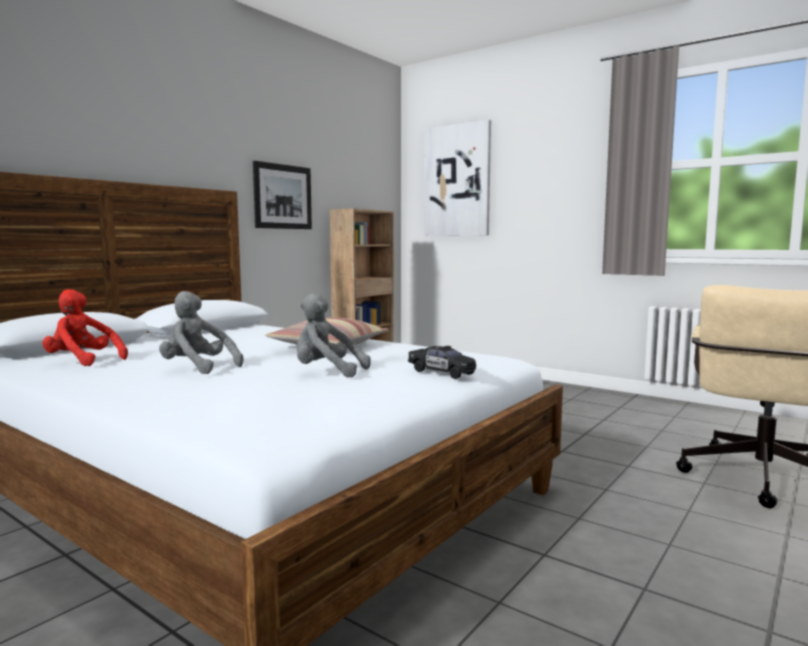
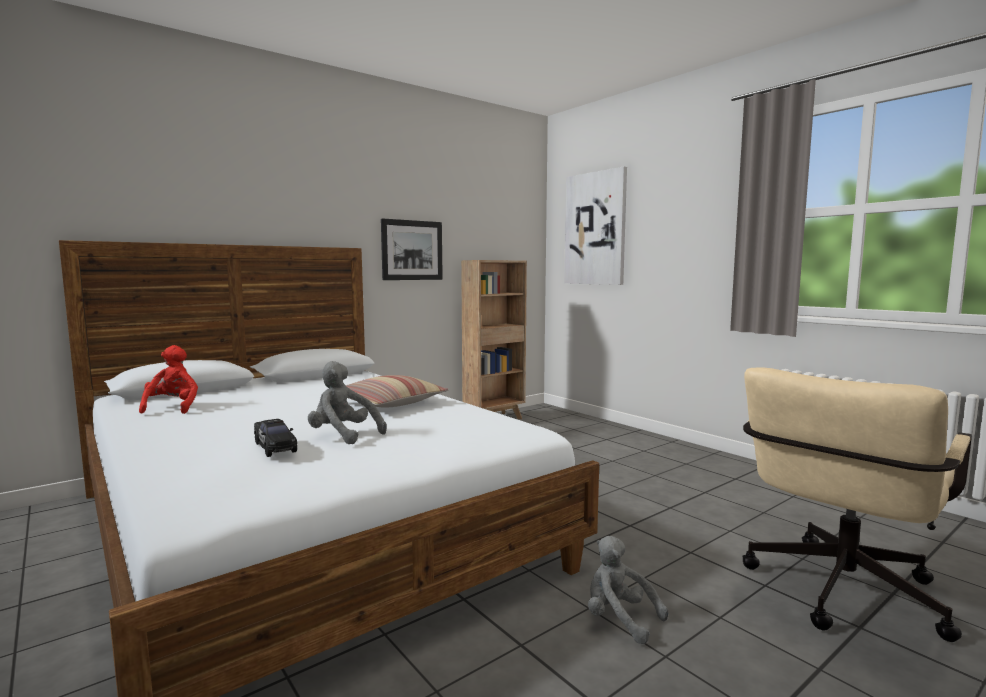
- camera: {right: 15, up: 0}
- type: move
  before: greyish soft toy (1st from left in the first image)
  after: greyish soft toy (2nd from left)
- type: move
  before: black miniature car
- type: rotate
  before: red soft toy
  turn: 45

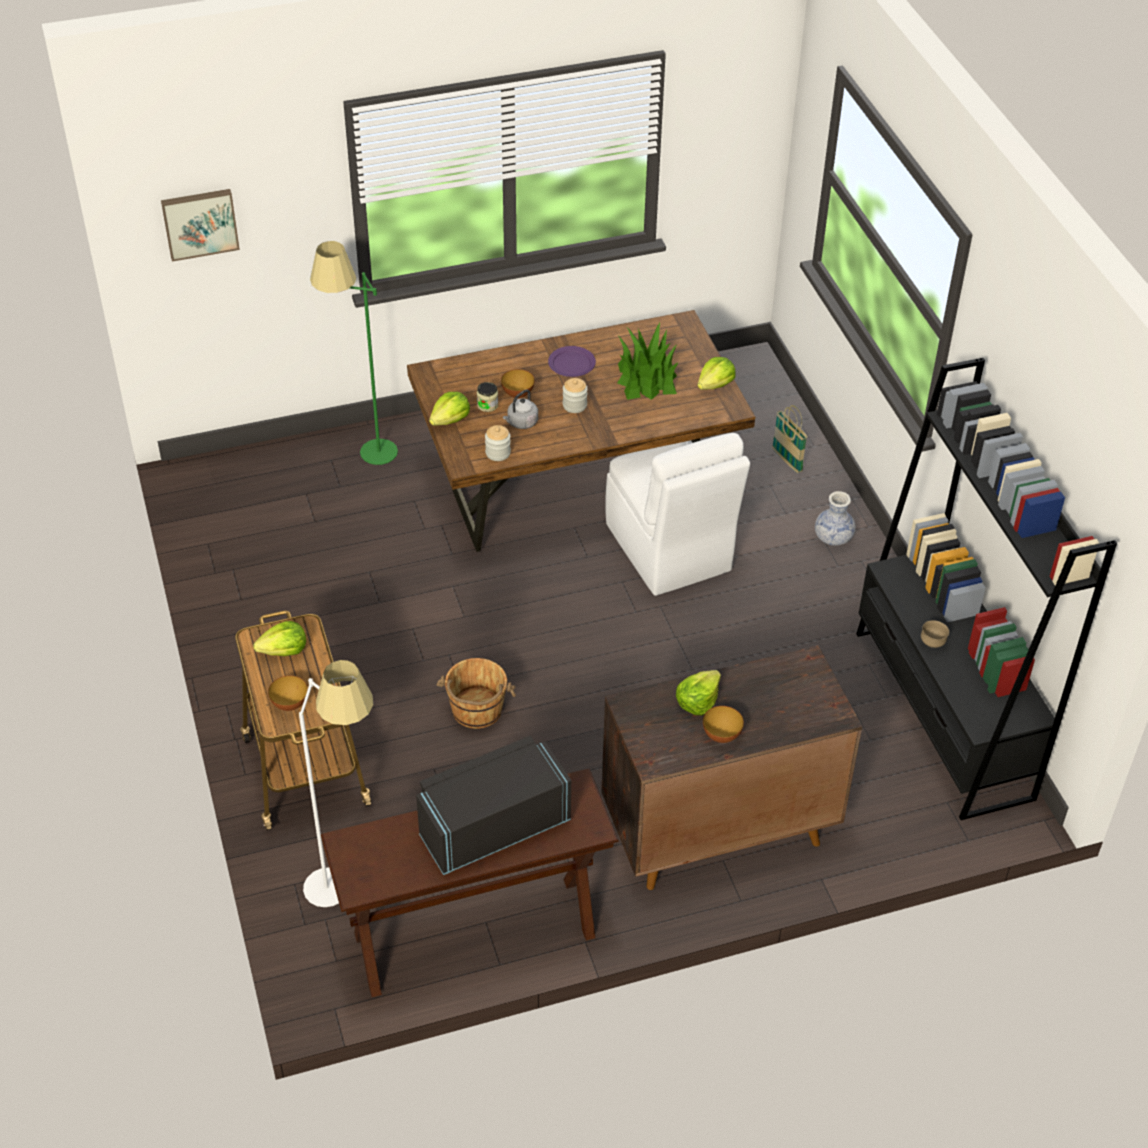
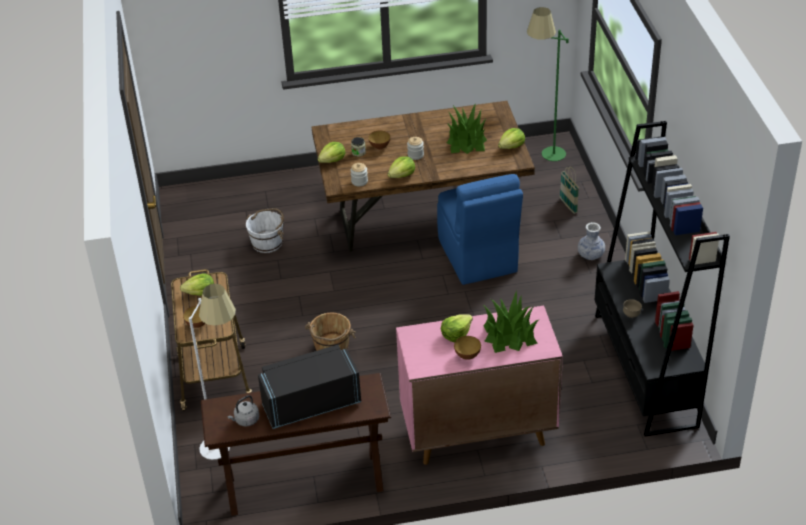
- camera: {right: 10, up: -5}
- type: delete
  before: wall picture
- type: delete
  before: purple plate
- type: insert
  after: white bucket
- type: insert
  after: lettuce head (3rd from left)
- type: insert
  after: plant in a pot (2nd from left)
- type: move
  before: green standard lamp
- type: move
  before: greyish water kettle
- type: recolor
  before: brown-coloured cupboard
  after: pinkish cupboard
- type: recolor
  before: white plain chair
  after: blue-coloured plain chair

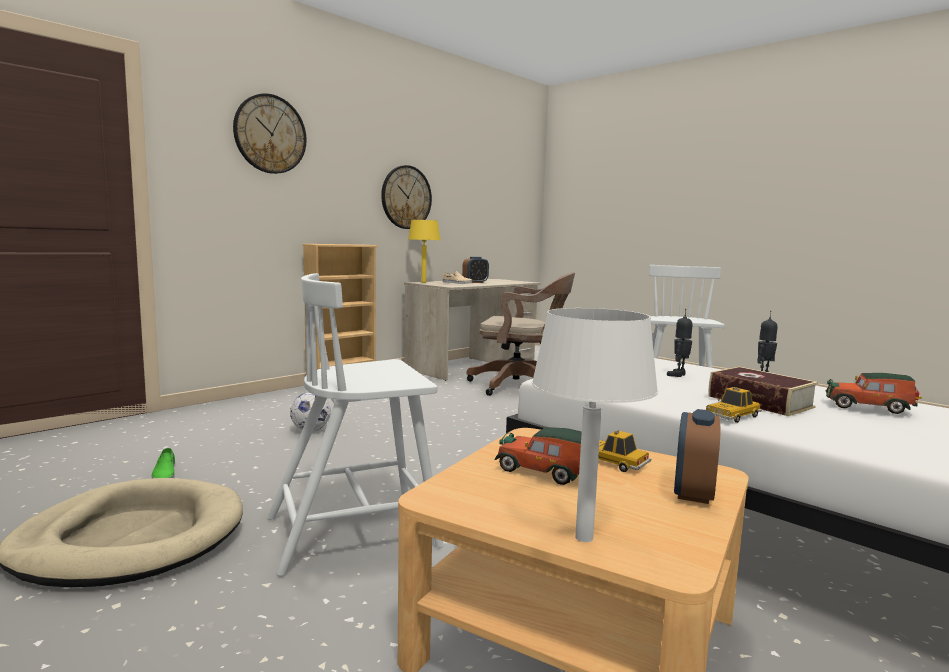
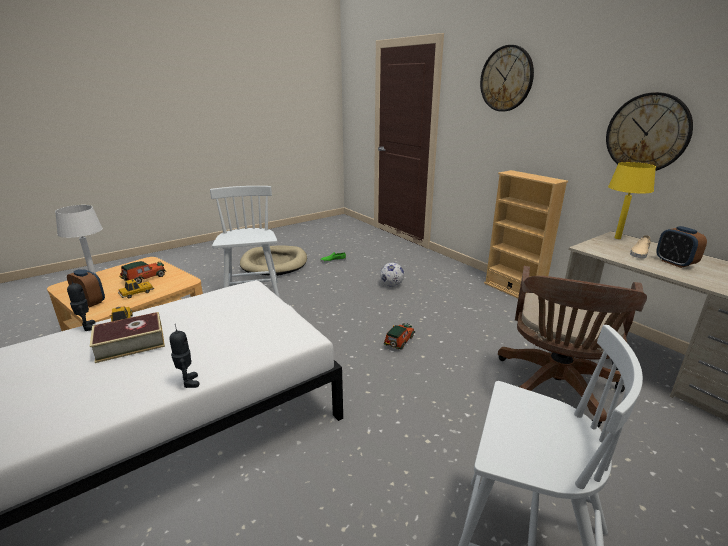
- camera: {right: 100, up: 15}
- type: move
  before: model robot (1st from left)
- type: move
  before: miniature car (4th from left)

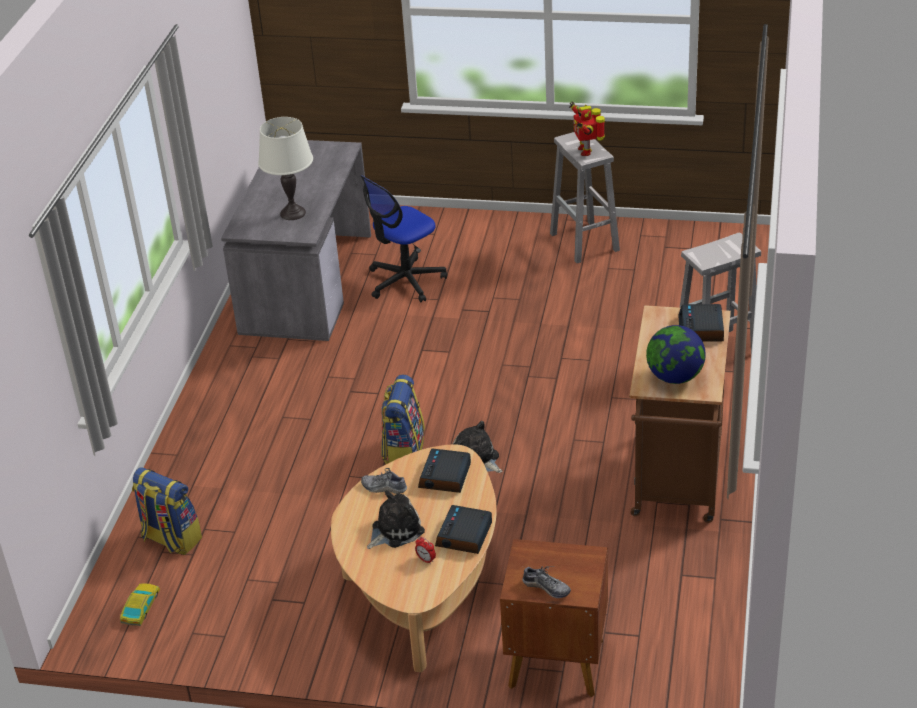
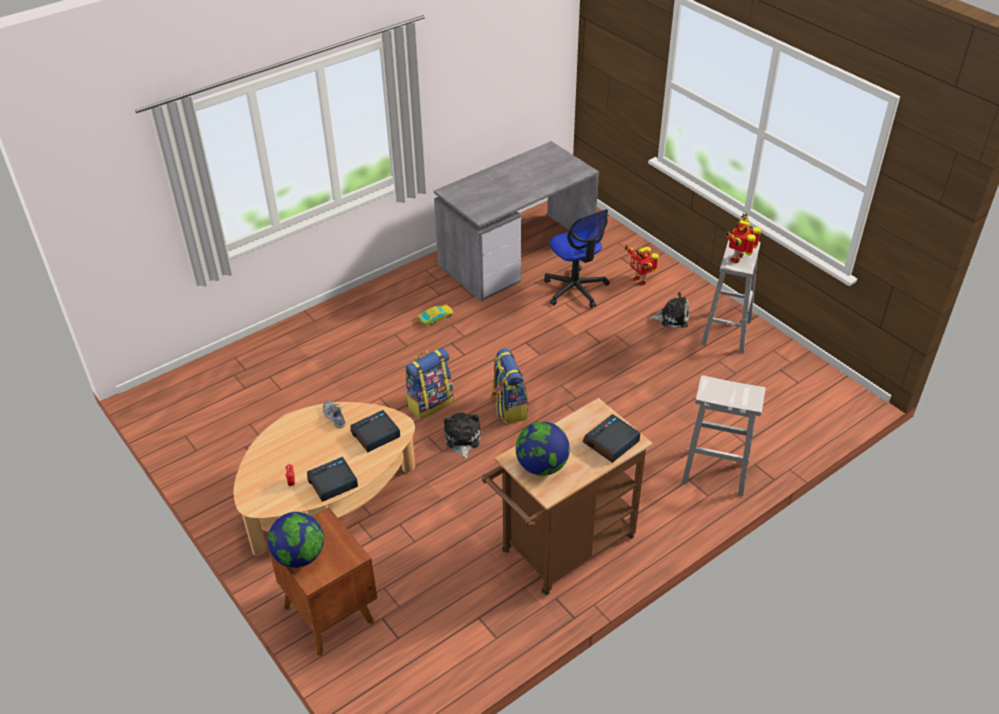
- camera: {right: 40, up: 5}
- type: delete
  before: white lamp for a table
- type: insert
  after: model robot (1st from left)
- type: move
  before: miniature car
- type: move
  before: knapsack (1st from left in the first image)
  after: knapsack (2nd from left)
- type: move
  before: soft toy (1st from left in the first image)
  after: soft toy (2nd from left)
- type: replace
  before: low shoe (2nd from left)
  after: desk globe (1st from left)
- type: rotate
  before: computer chair
  turn: -120

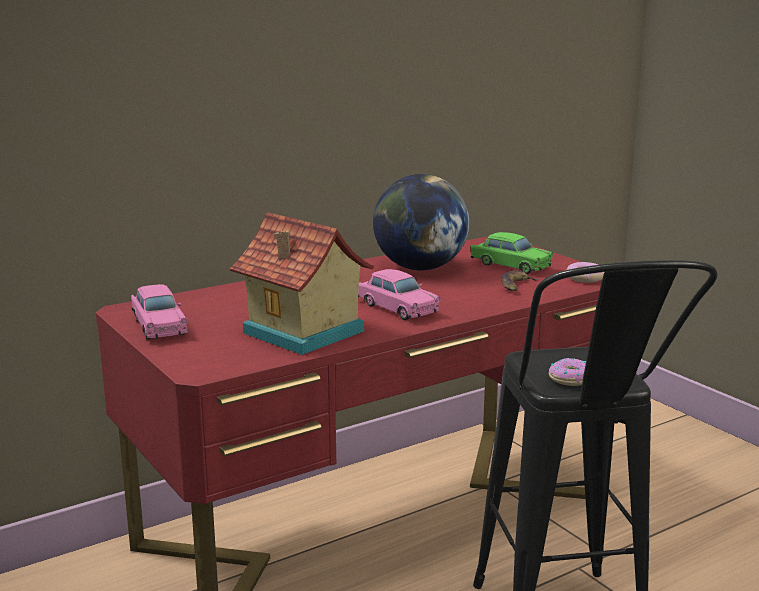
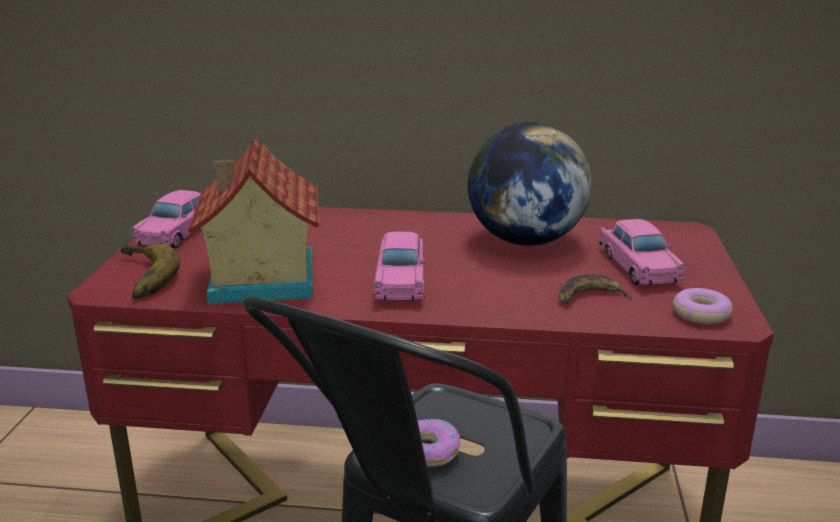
- camera: {right: 40, up: 5}
- type: insert
  after: whole banana (1st from left)
- type: recolor
  before: green miniature car
  after: pinkish miniature car (3rd from left)

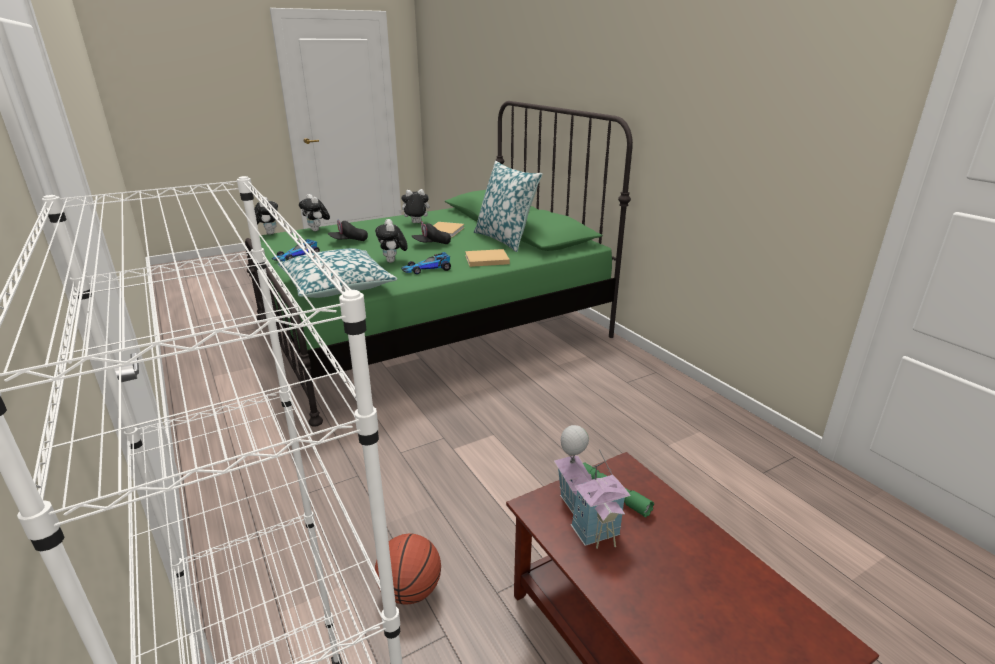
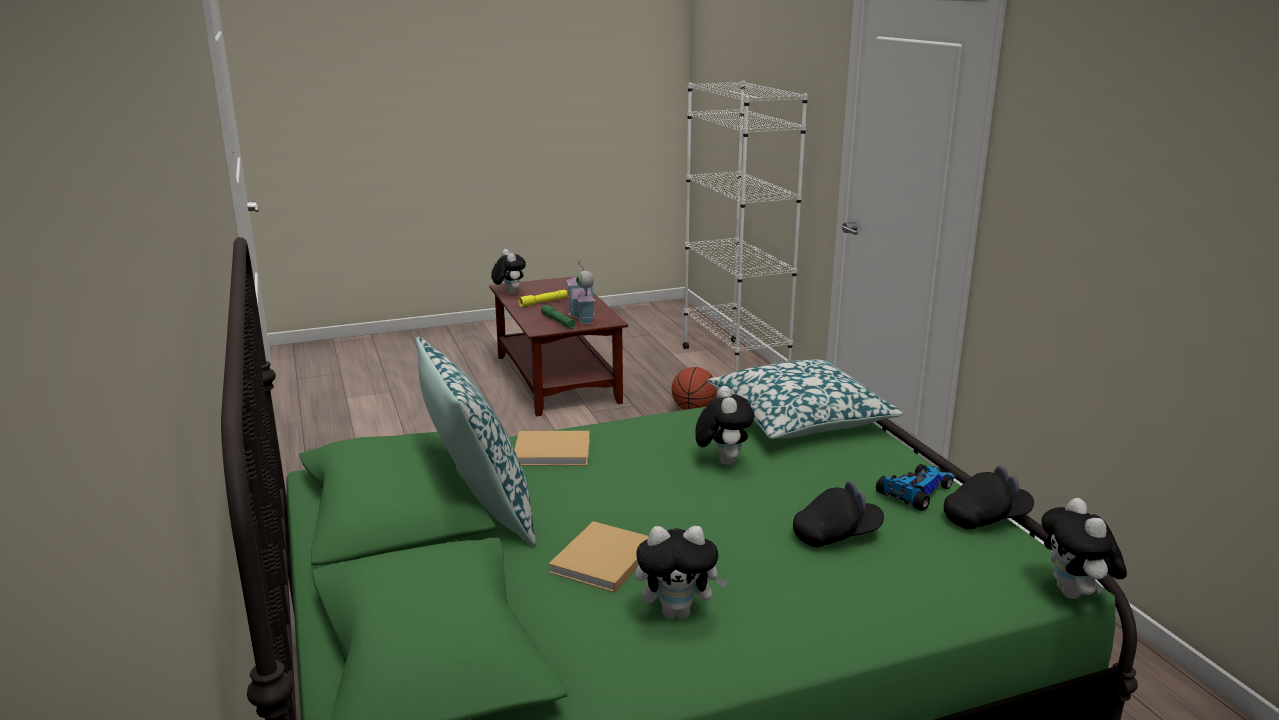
- camera: {right: -170, up: -5}
- type: delete
  before: miniature car (2nd from left)
- type: insert
  after: yellow torch
- type: move
  before: soft toy (2nd from left in the first image)
  after: soft toy (1st from left)
- type: move
  before: black cap (2nd from left)

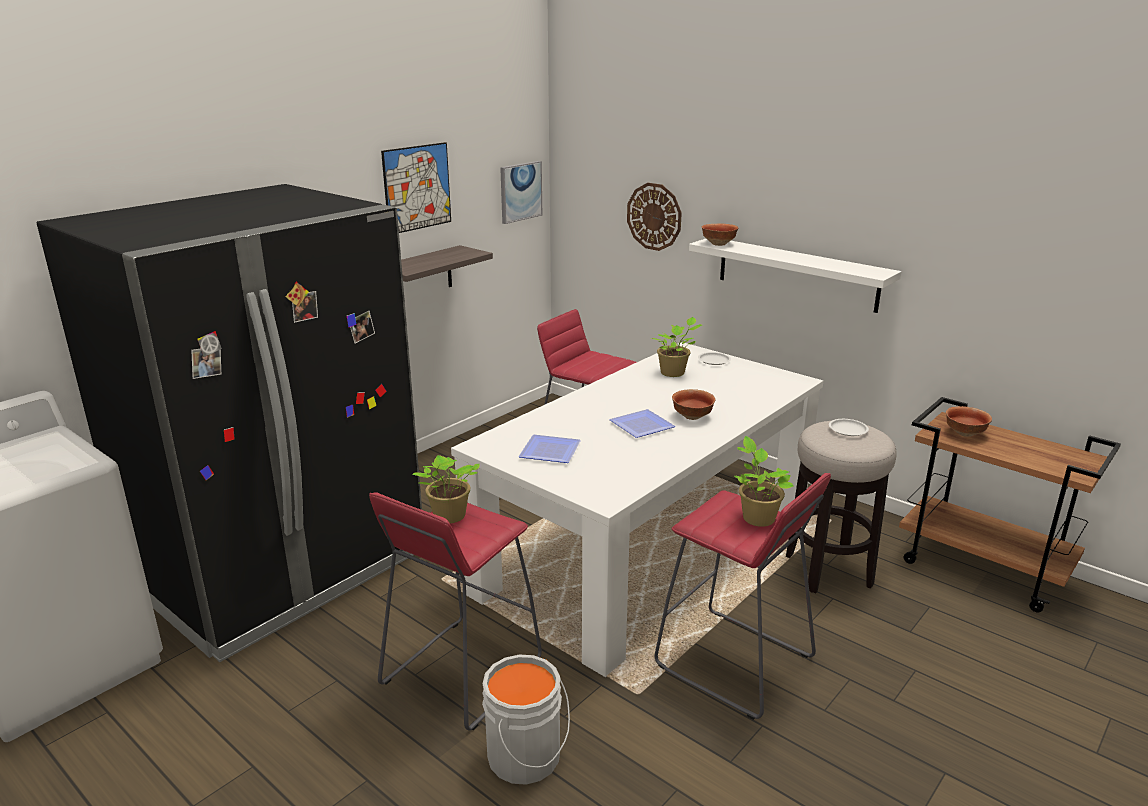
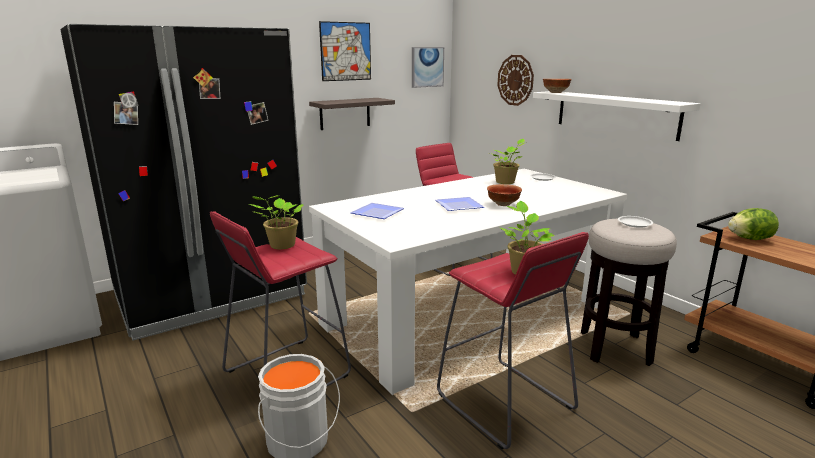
- camera: {right: 15, up: -5}
- type: replace
  before: serving bowl (3rd from left)
  after: lettuce head

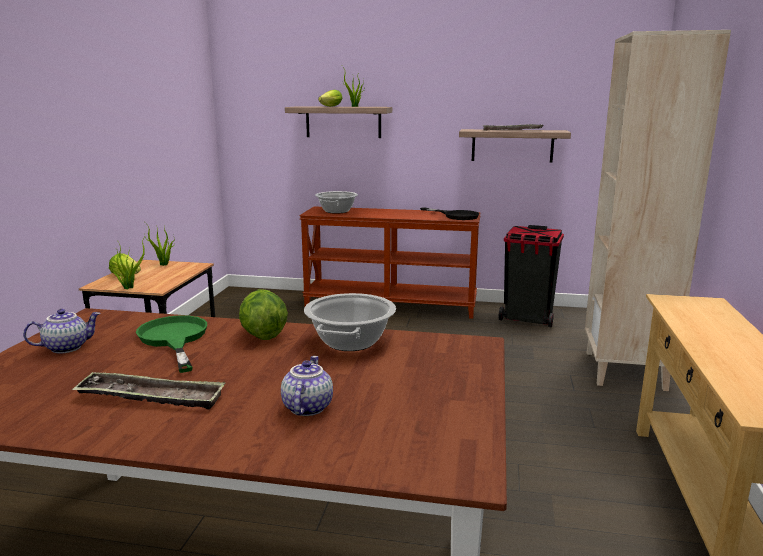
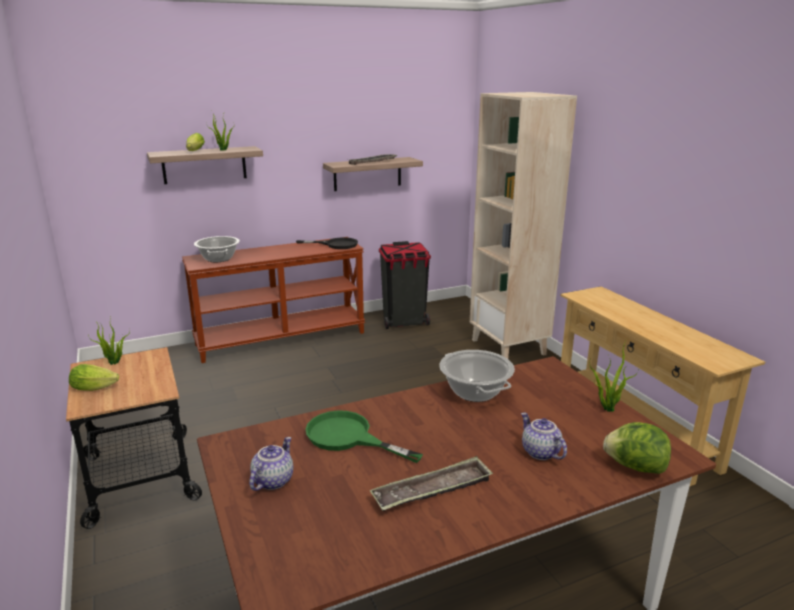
- camera: {right: -35, up: 5}
- type: move
  before: plant in a pot (1st from left in the first image)
  after: plant in a pot (3rd from left)
- type: move
  before: lettuce head (2nd from left in the first image)
  after: lettuce head (3rd from left)

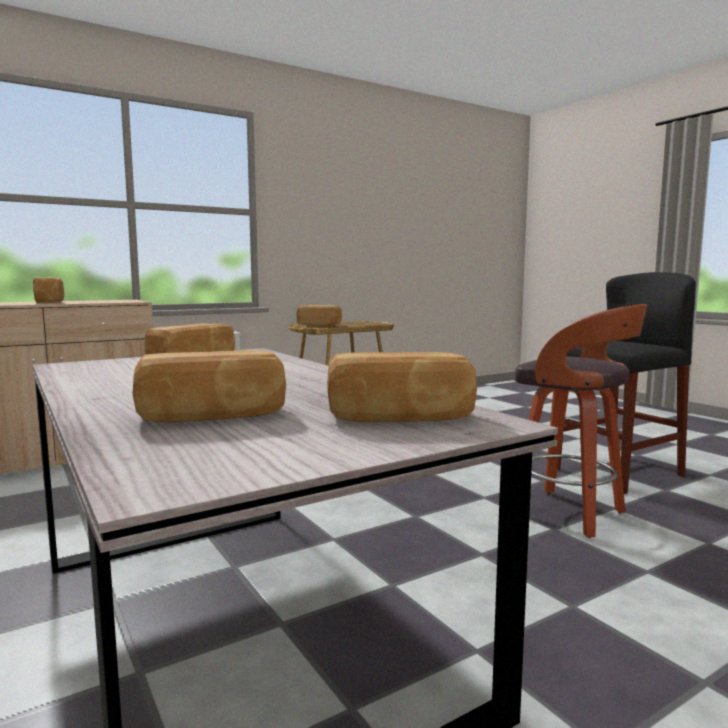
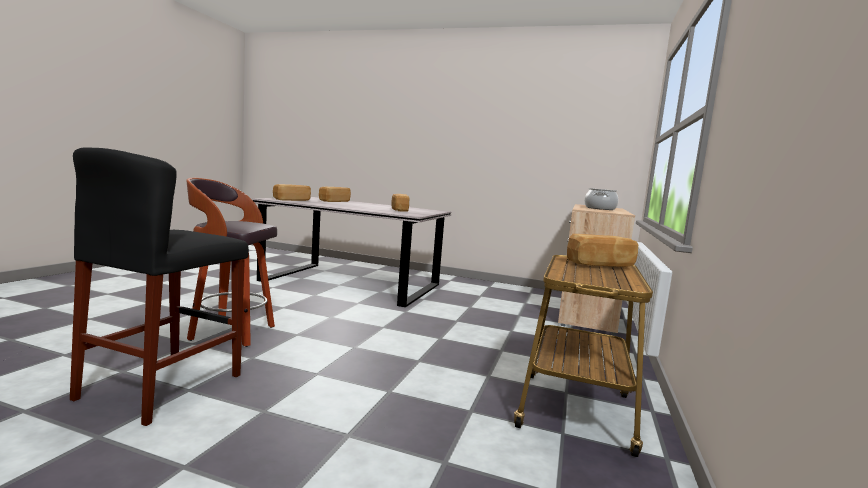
- camera: {right: 140, up: 0}
- type: replace
  before: bread (1st from left)
  after: saucepot

